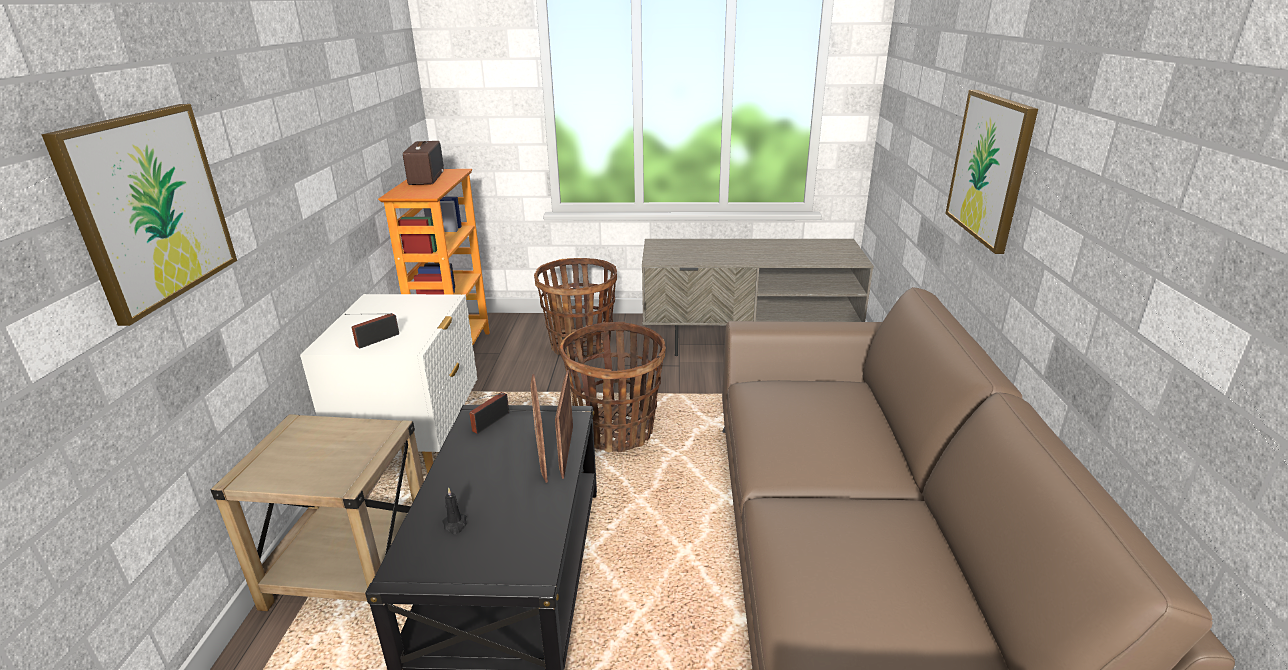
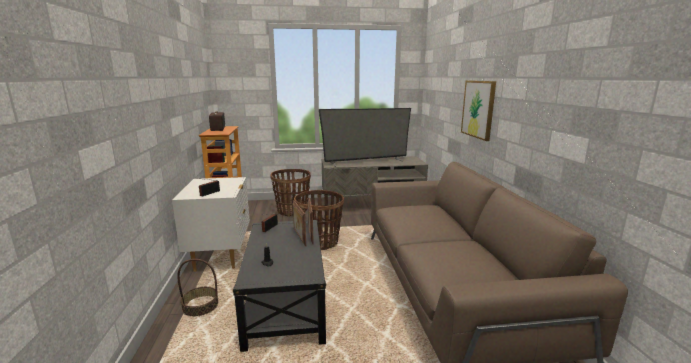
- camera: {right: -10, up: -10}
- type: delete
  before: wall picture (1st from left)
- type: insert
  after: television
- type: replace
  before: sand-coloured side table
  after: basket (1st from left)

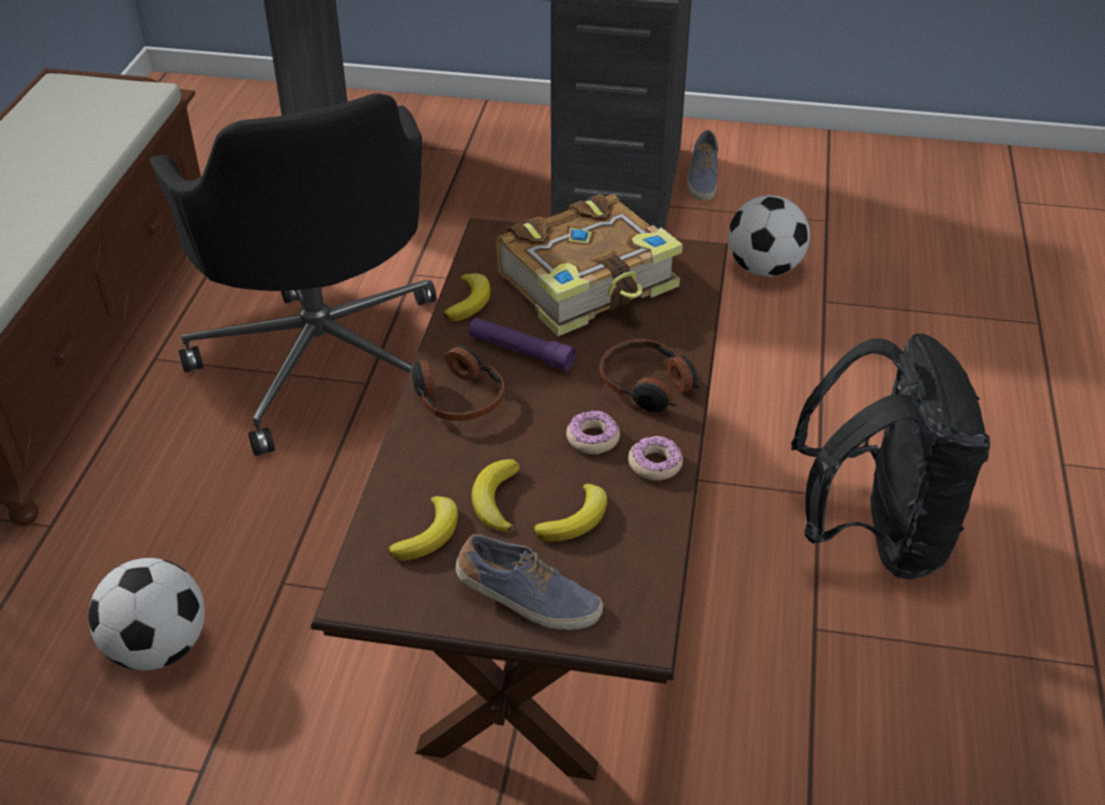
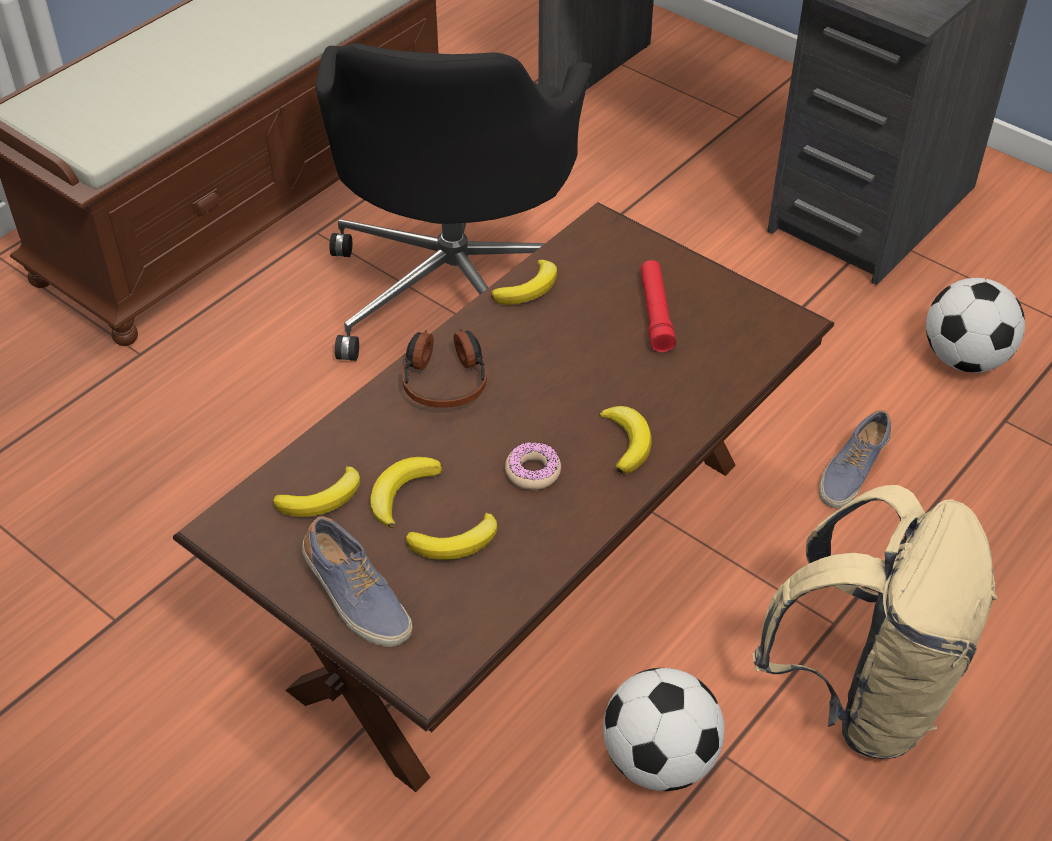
- camera: {right: 30, up: 5}
- type: delete
  before: purple torch
- type: delete
  before: donut (2nd from left)
- type: move
  before: ball for football (1st from left)
- type: move
  before: low shoe (2nd from left)
- type: replace
  before: book
  after: red torch
- type: replace
  before: headphones (2nd from left)
  after: whole banana (5th from left)
- type: recolor
  before: black knapsack
  after: sand-coloured knapsack

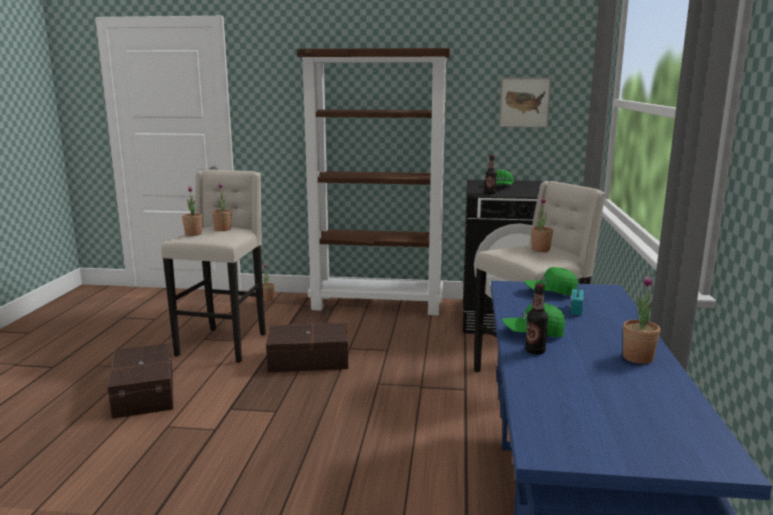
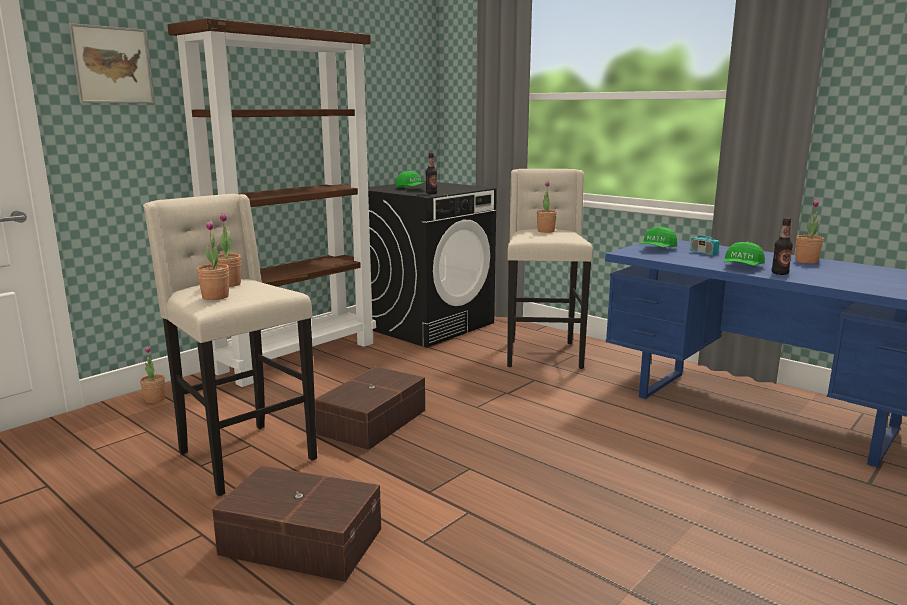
- camera: {right: -55, up: 0}
- type: move
  before: wall picture

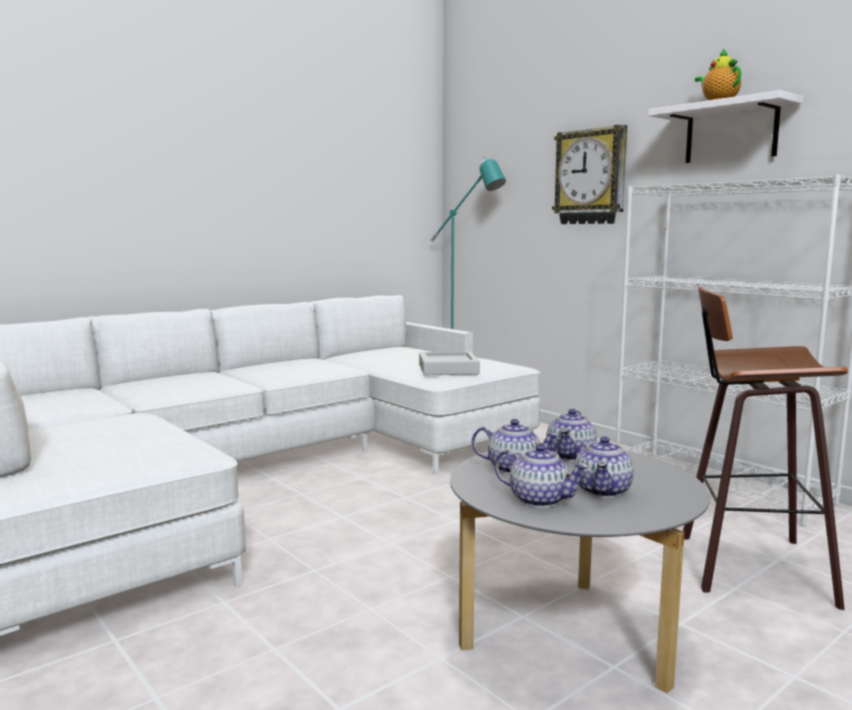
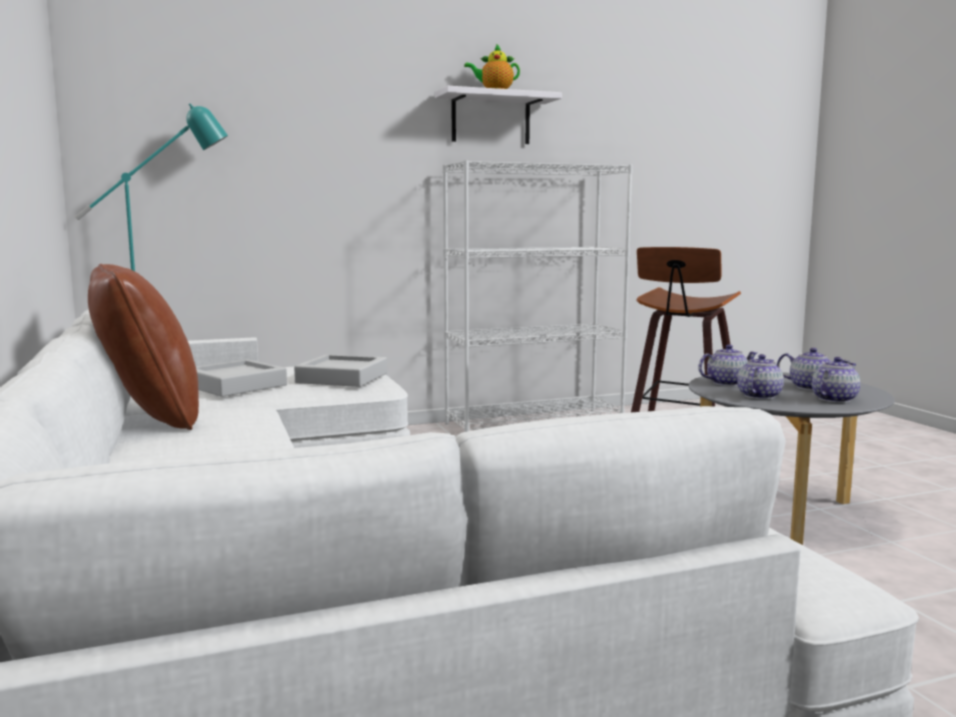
- camera: {right: -70, up: 0}
- type: delete
  before: clock on the wall
- type: insert
  after: brown-coloured cushion
- type: insert
  after: greyish carrying tray (1st from left)
- type: rotate
  before: pot for tea (3rd from left in the first image)
  turn: -60

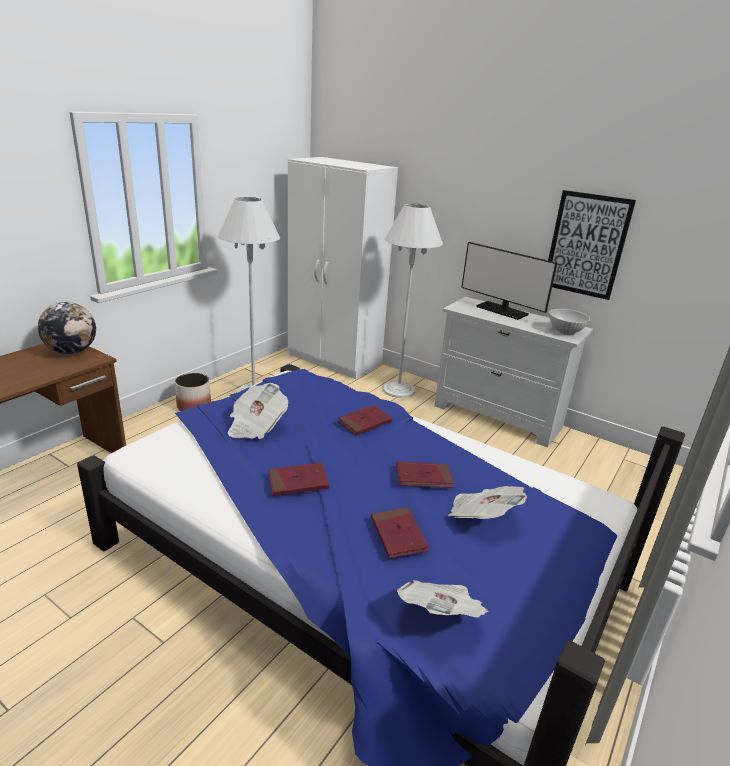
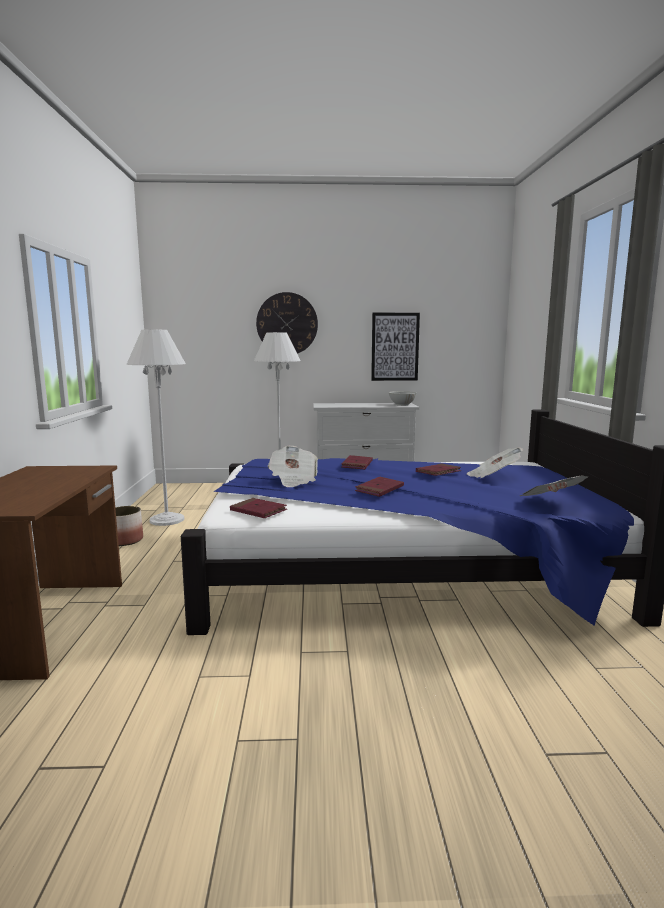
- camera: {right: -35, up: -15}
- type: delete
  before: desk globe
- type: delete
  before: white wardrobe
- type: delete
  before: computer display
- type: insert
  after: clock on the wall
- type: move
  before: red book (3rd from left in the first image)
  after: red book (1st from left)

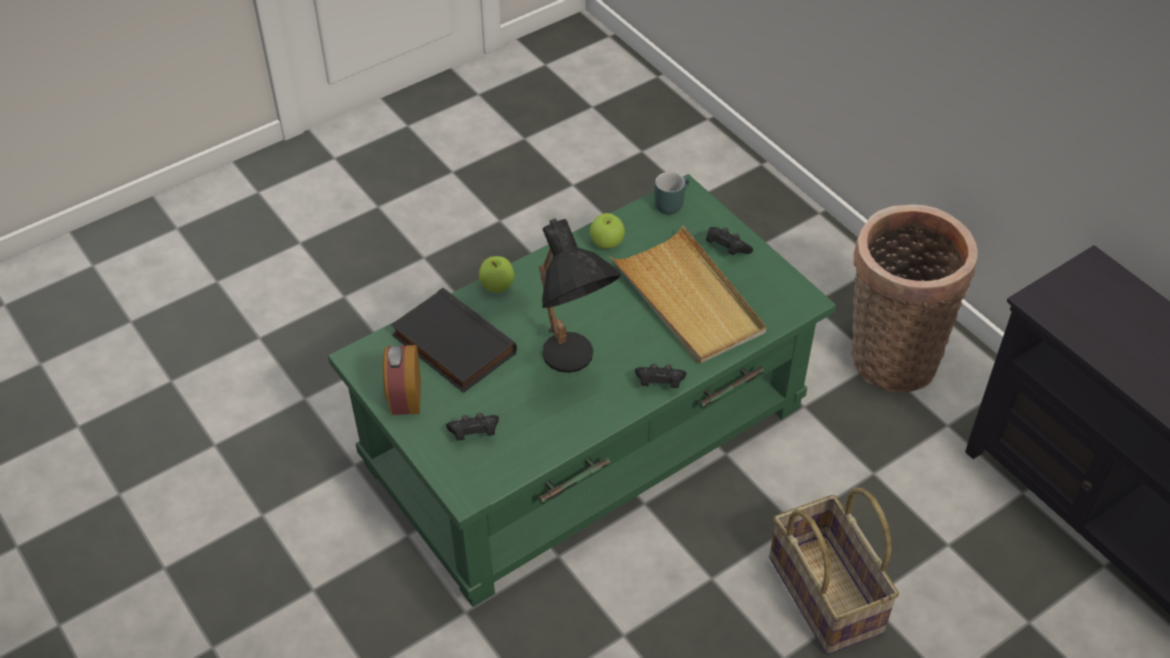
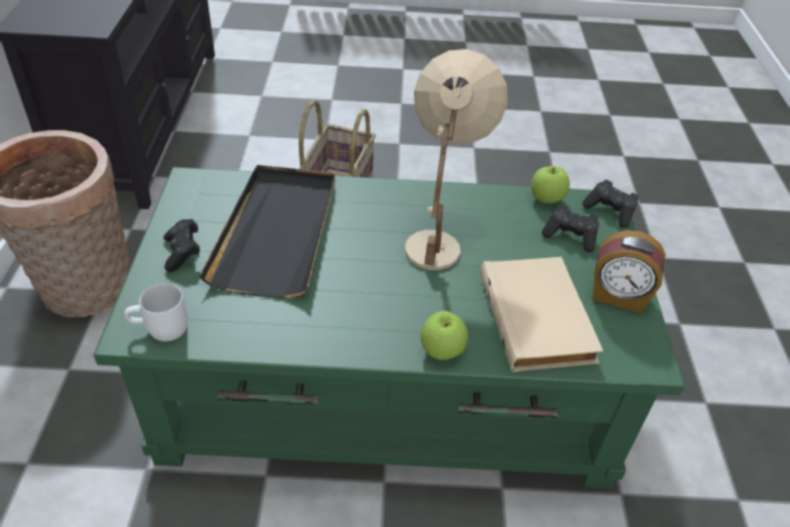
- camera: {right: -145, up: -5}
- type: move
  before: apple (2nd from left)
- type: move
  before: black gamepad (2nd from left in the first image)
  after: black gamepad (3rd from left)
- type: recolor
  before: black book
  after: sand-coloured book
- type: recolor
  before: black lamp for a table
  after: sand-coloured lamp for a table
- type: recolor
  before: sand-coloured carrying tray
  after: black carrying tray
- type: recolor
  before: blue-green coffee mug
  after: white coffee mug
- type: rotate
  before: table clock
  turn: 75

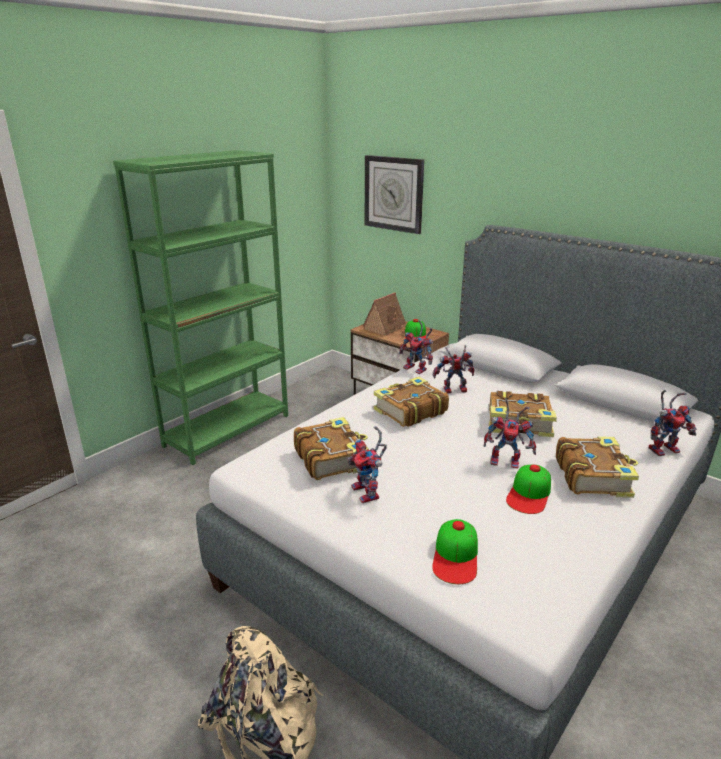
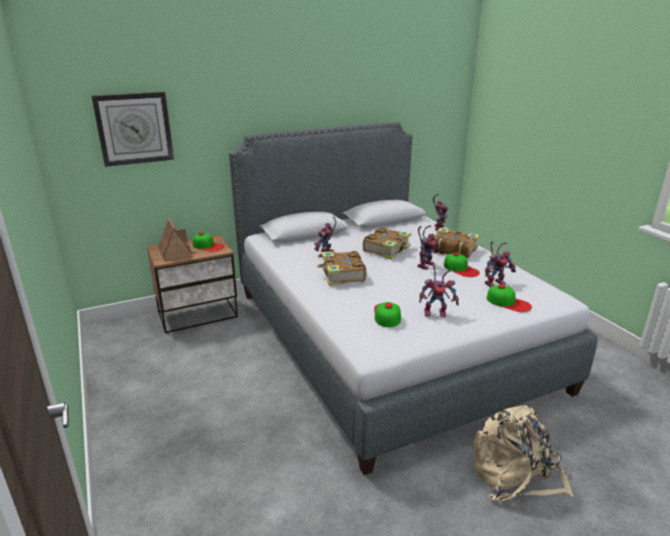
- camera: {right: -65, up: 0}
- type: delete
  before: green bookshelf
- type: move
  before: model robot (2nd from left in the first image)
  after: model robot (5th from left)
- type: replace
  before: book (1st from left)
  after: cap (2nd from left)

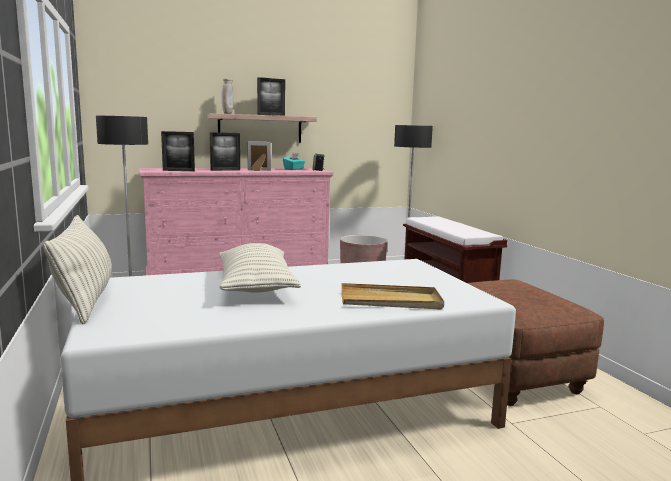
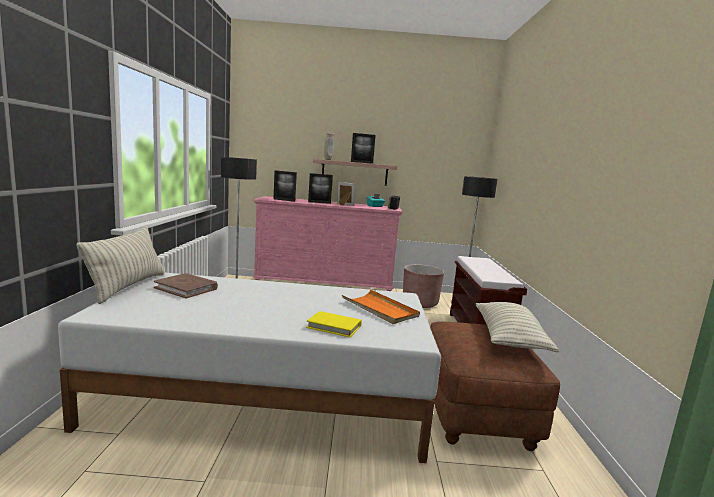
- camera: {right: 20, up: 0}
- type: insert
  after: brown-coloured book
- type: insert
  after: orange carrying tray
- type: move
  before: cushion (2nd from left)
- type: replace
  before: sand-coloured carrying tray
  after: yellow book

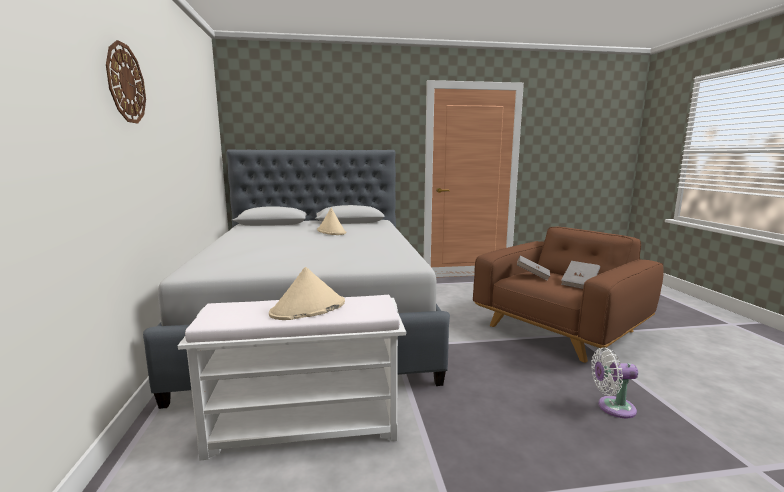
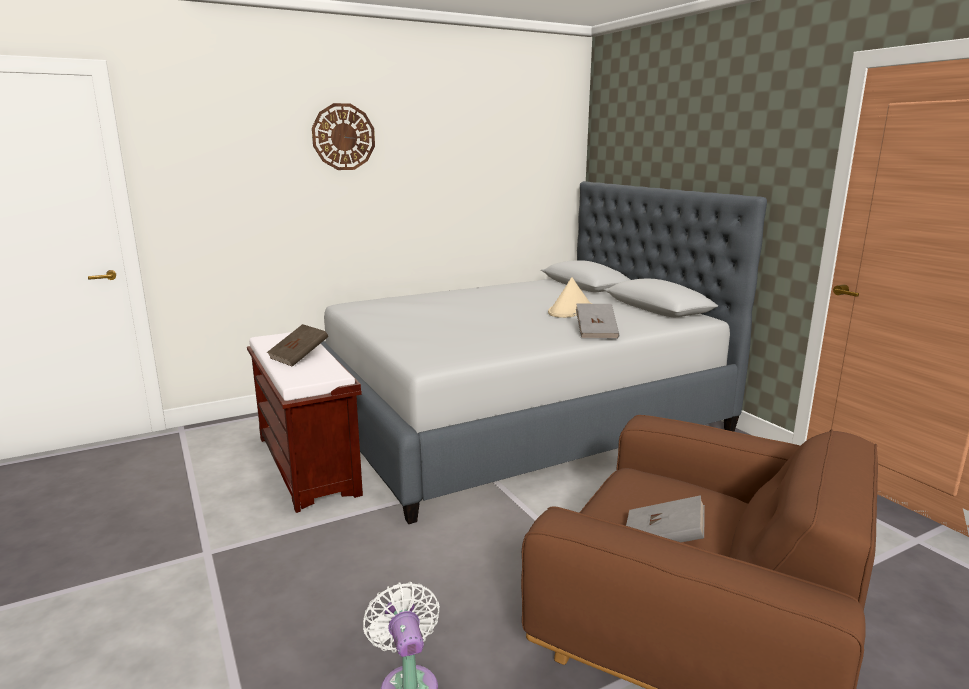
- camera: {right: 70, up: 5}
- type: move
  before: greyish book (1st from left)
- type: replace
  before: sand-coloured wearable hat (1st from left)
  after: brown-coloured book
- type: recolor
  before: white bench
  after: brown-coloured bench

